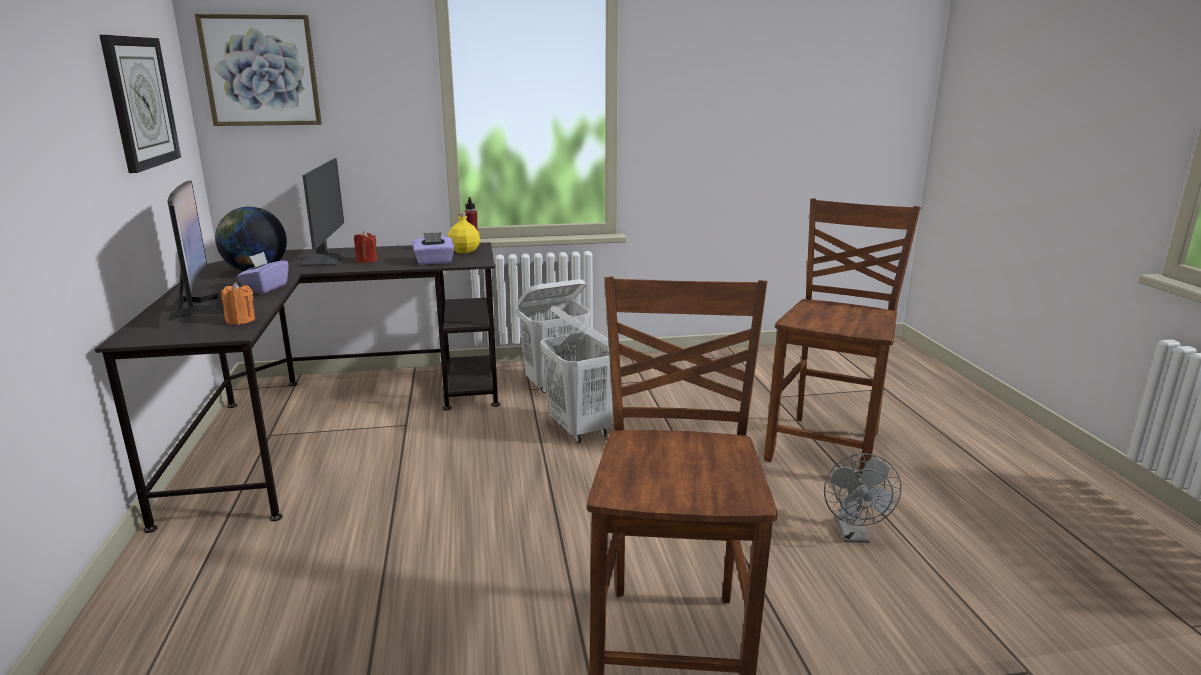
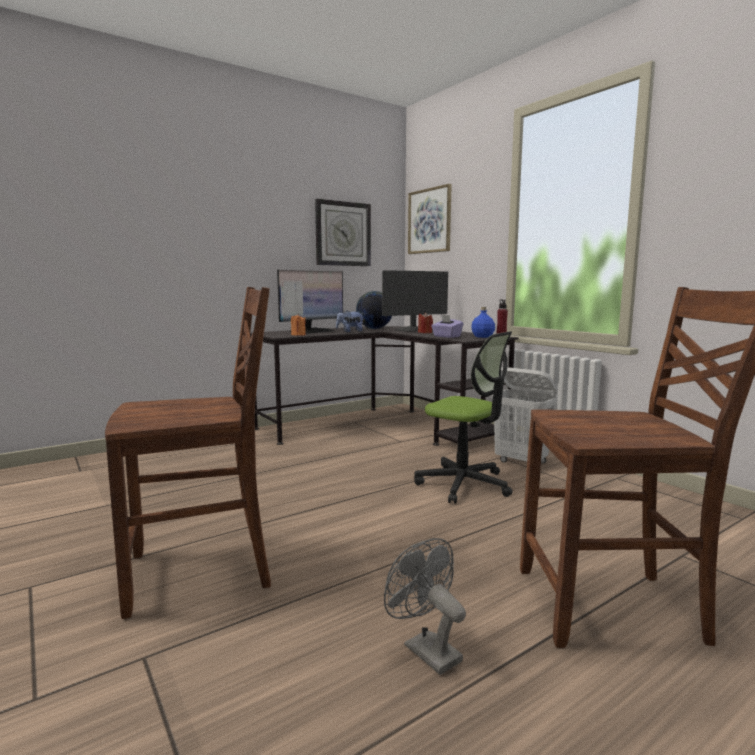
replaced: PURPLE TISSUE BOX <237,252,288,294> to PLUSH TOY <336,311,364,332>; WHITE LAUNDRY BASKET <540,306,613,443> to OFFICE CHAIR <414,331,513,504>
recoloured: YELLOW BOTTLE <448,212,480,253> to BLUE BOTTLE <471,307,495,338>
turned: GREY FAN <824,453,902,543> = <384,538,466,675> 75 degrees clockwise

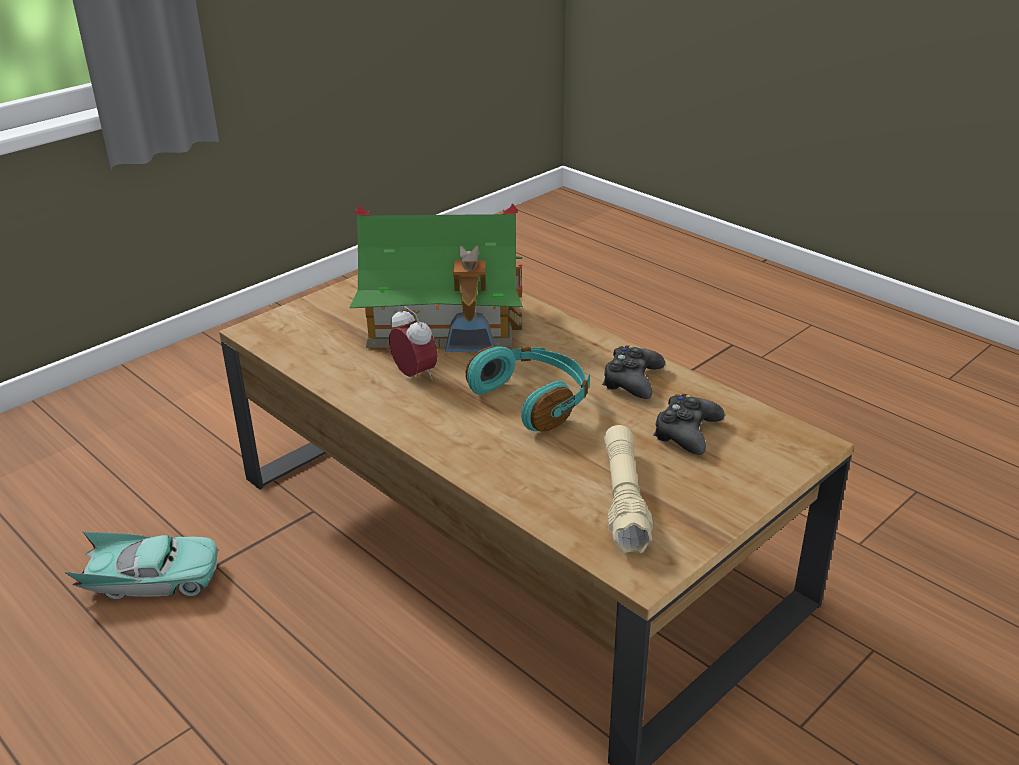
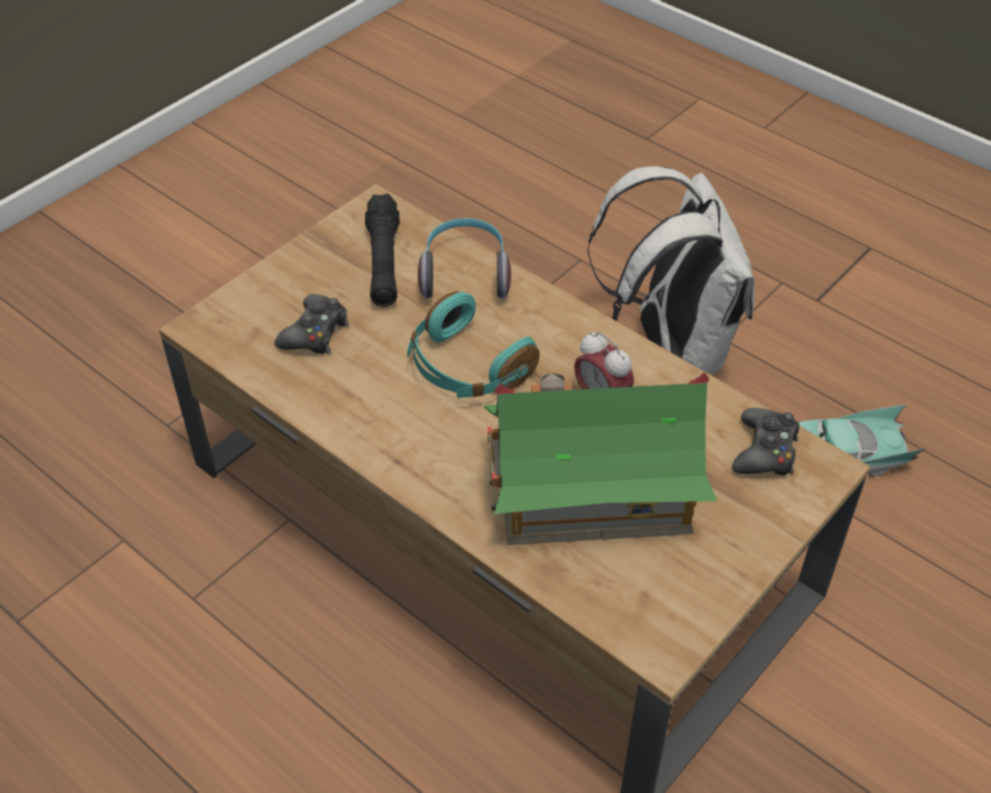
added: HEADPHONES <418,218,511,298>; WHITE BACKPACK <587,166,755,373>
moved: BLACK GAME CONTROLLER <602,345,665,399> to <732,408,799,475>
recoloured: BEIGE FLASHLIGHT <604,425,653,554> to BLACK FLASHLIGHT <365,194,400,307>

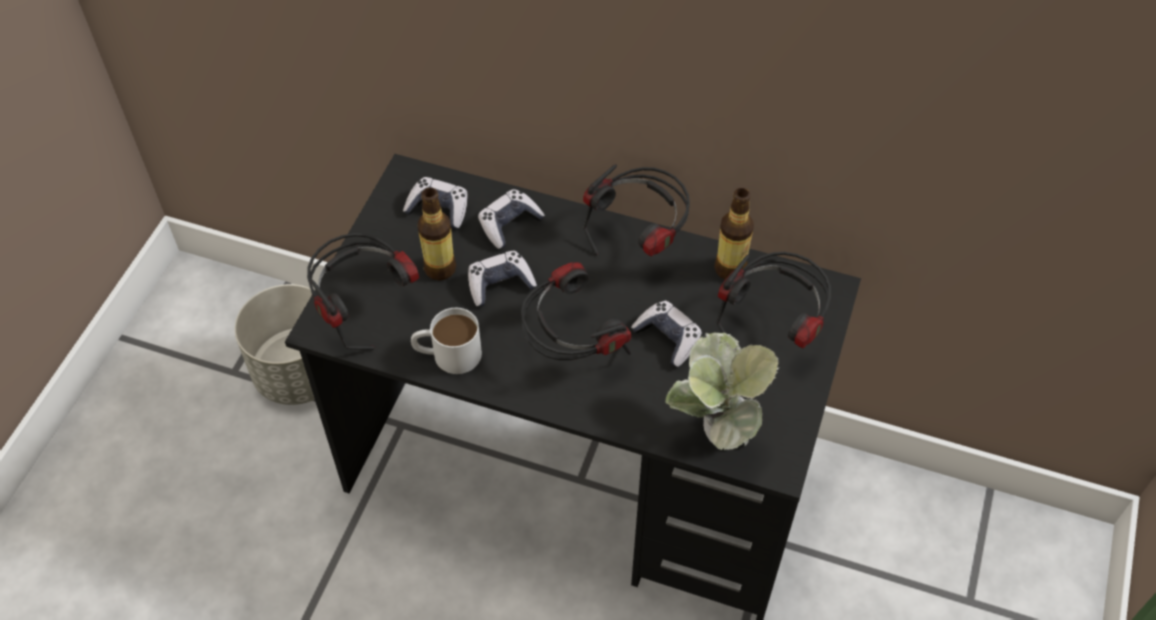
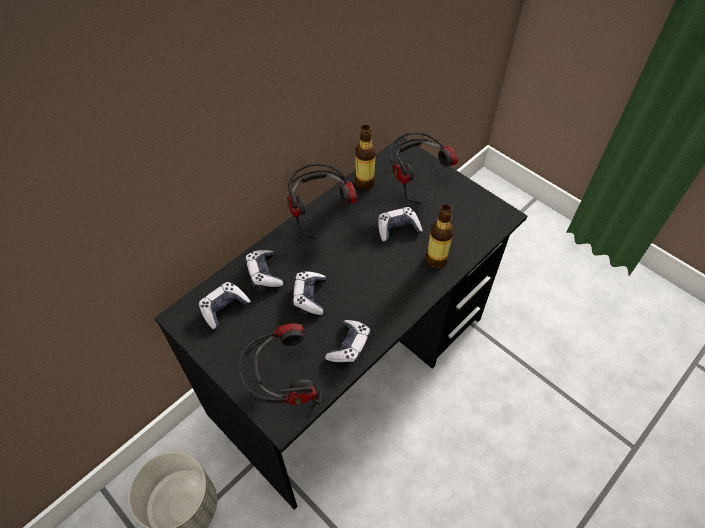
removed: HEADPHONES <521,262,631,360>; POTTED PLANT <665,332,779,450>
moved: BOTTLE <418,188,456,280> to <426,204,454,268>
replaced: WHITE MUG <411,308,482,374> to GAME CONTROLLER <325,320,371,364>

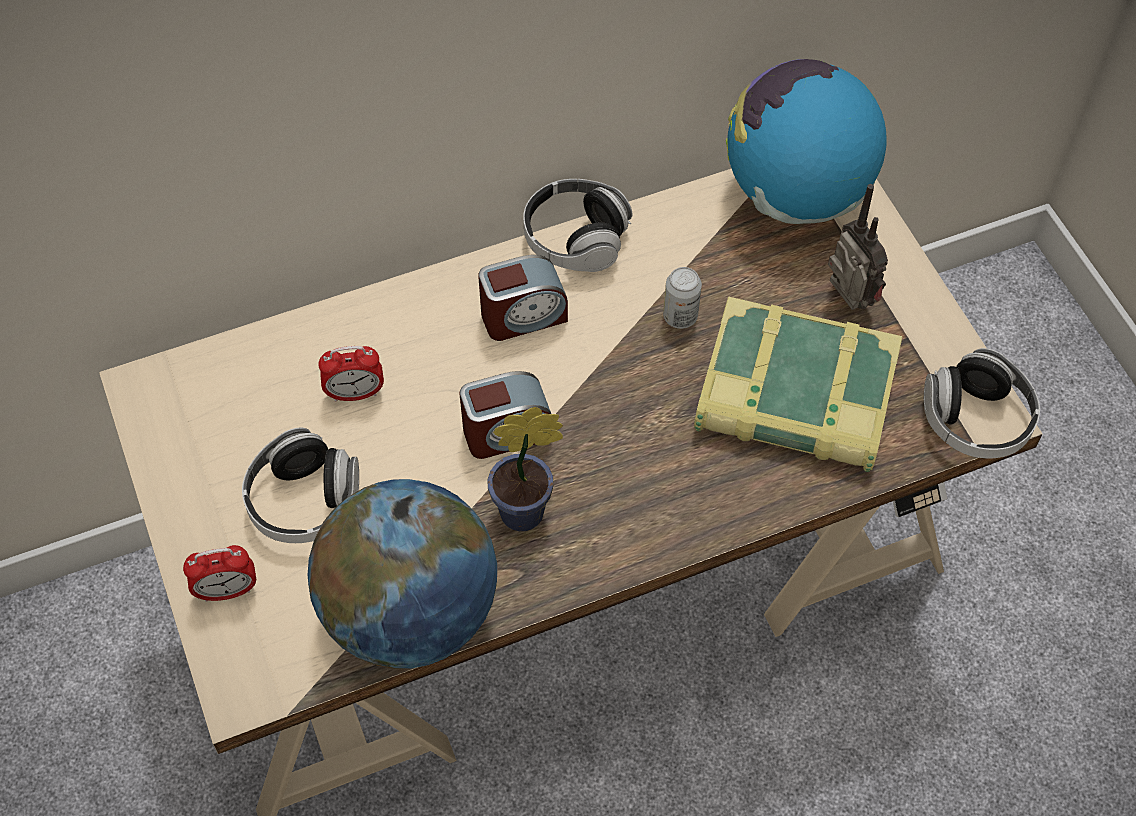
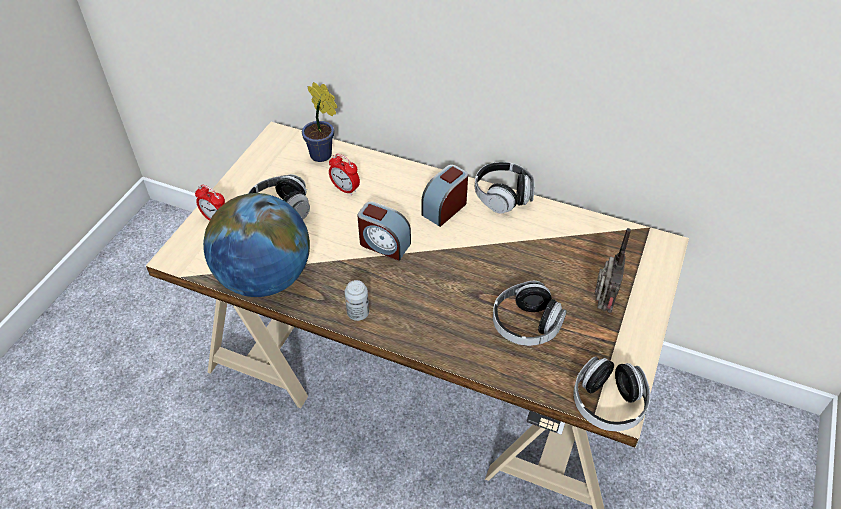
removed: GLOBE <726,59,887,224>
moved: POTTED PLANT <487,407,563,531> to <302,82,338,162>; CAN <663,267,702,329> to <345,280,369,321>
replaced: BOOK <694,296,903,472> to HEADPHONES <493,281,567,346>
turned: ALARM CLOCK <478,255,568,341> = <421,165,468,227> 105 degrees clockwise

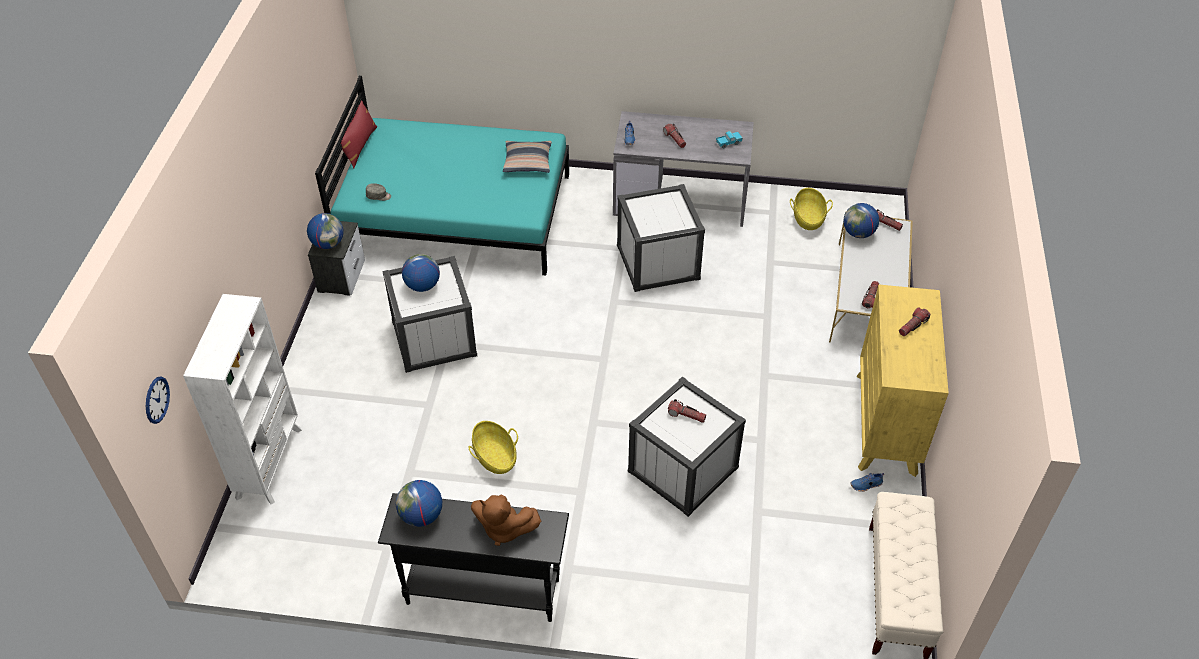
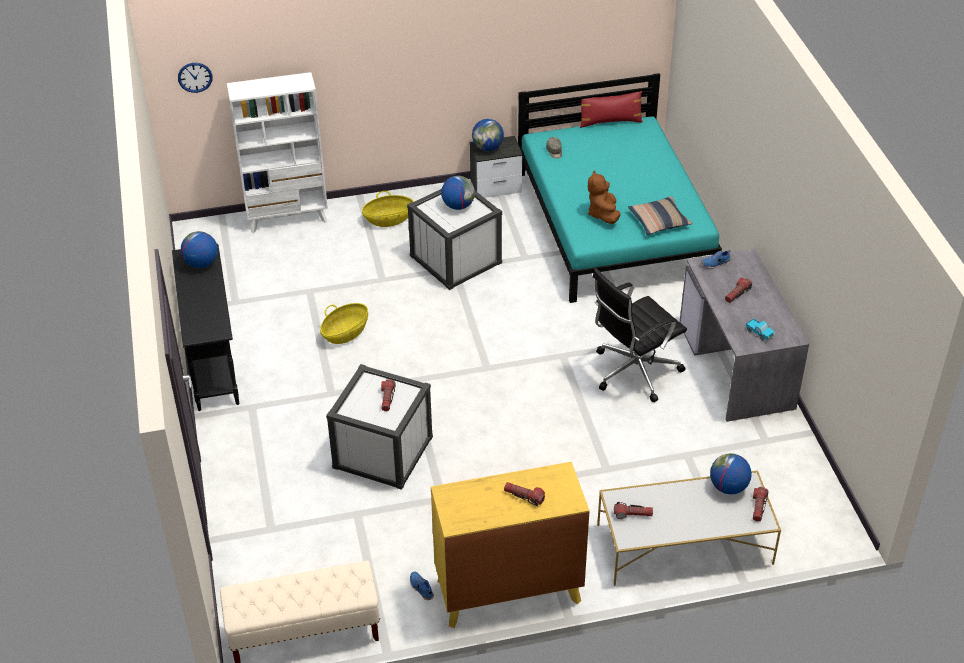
moved: BROWN PLUSH TOY <471,495,541,546> to <588,170,621,224>; BASKET <790,188,833,230> to <362,191,414,227>
replaced: WHITE STORAGE BOX <617,184,705,292> to BLACK OFFICE CHAIR <593,268,687,402>

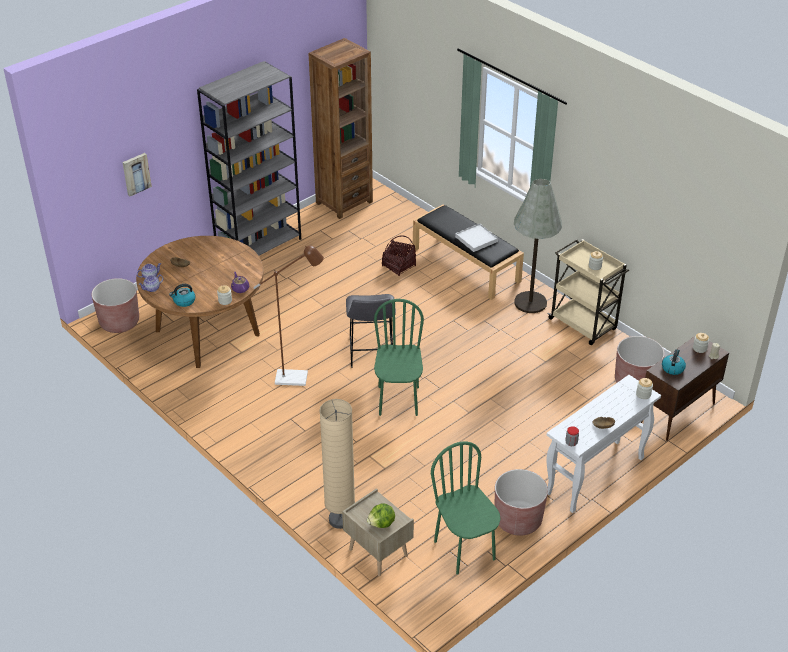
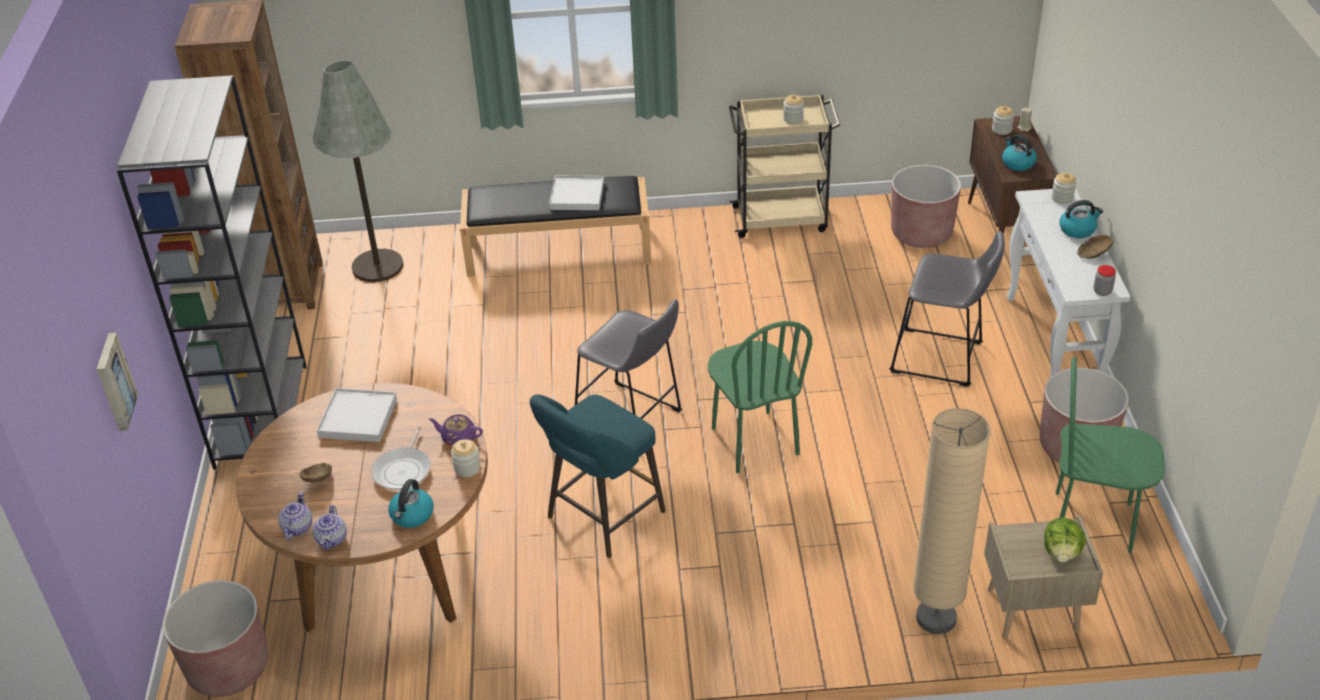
removed: BASKET <382,236,416,276>
added: WHITE TRAY <317,388,397,442>; FRYING PAN <371,426,430,490>; GREY STOOL <889,231,1005,387>; KETTLE <1059,200,1103,238>
moved: GREY FLOOR LAMP <514,179,562,313> to <312,60,403,282>
replaced: BROWN FLOOR LAMP <253,245,324,386> to TURQUOISE STOOL <530,394,666,558>
turned: GREEN CHAIR <374,299,424,416> = <708,321,812,473> 150 degrees counterclockwise

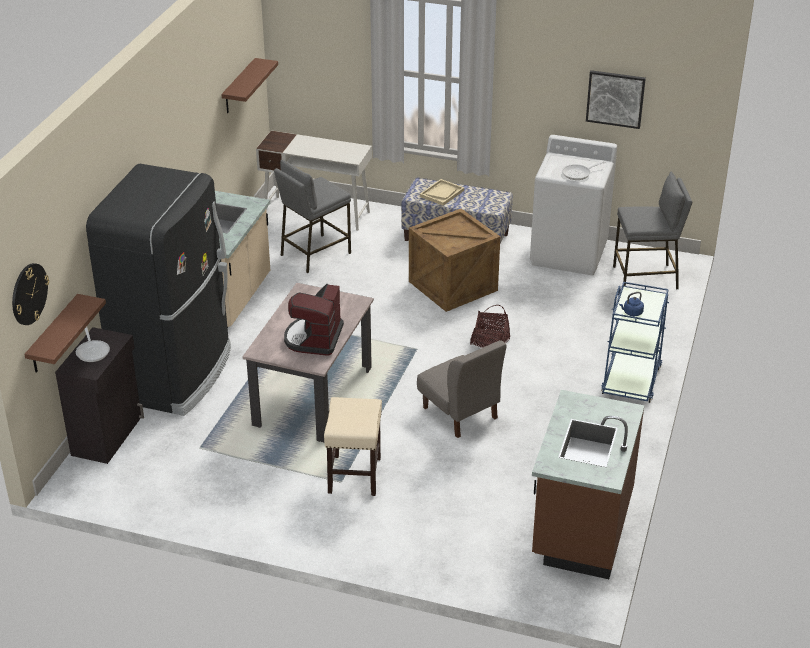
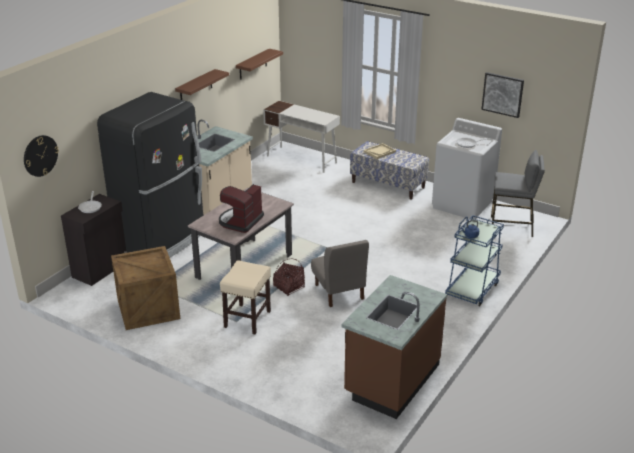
removed: GREY STOOL <274,160,351,273>
moved: BROWN SHELF <24,294,106,373> to <175,69,229,100>; CRATE <409,209,500,312> to <111,246,180,330>; BASKET <470,305,510,348> to <273,259,305,296>

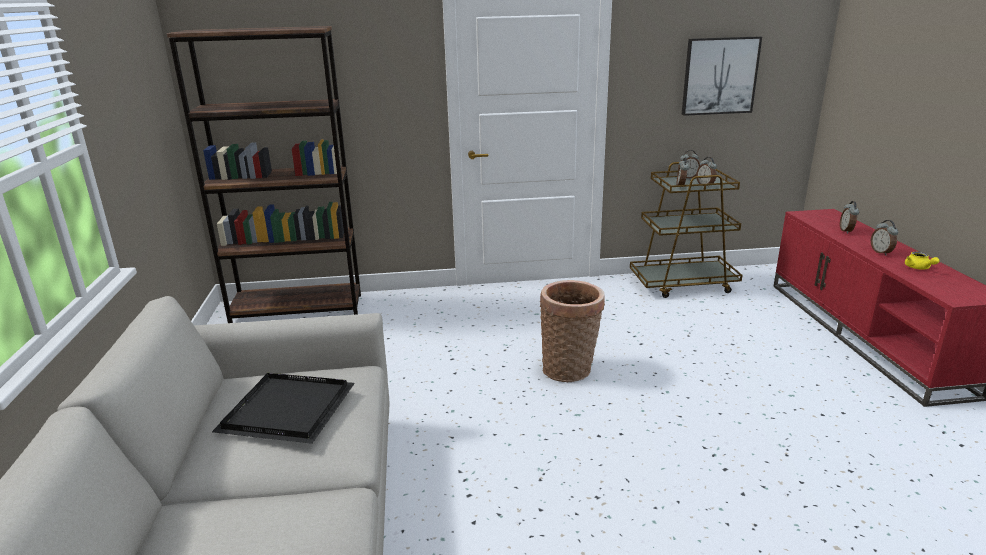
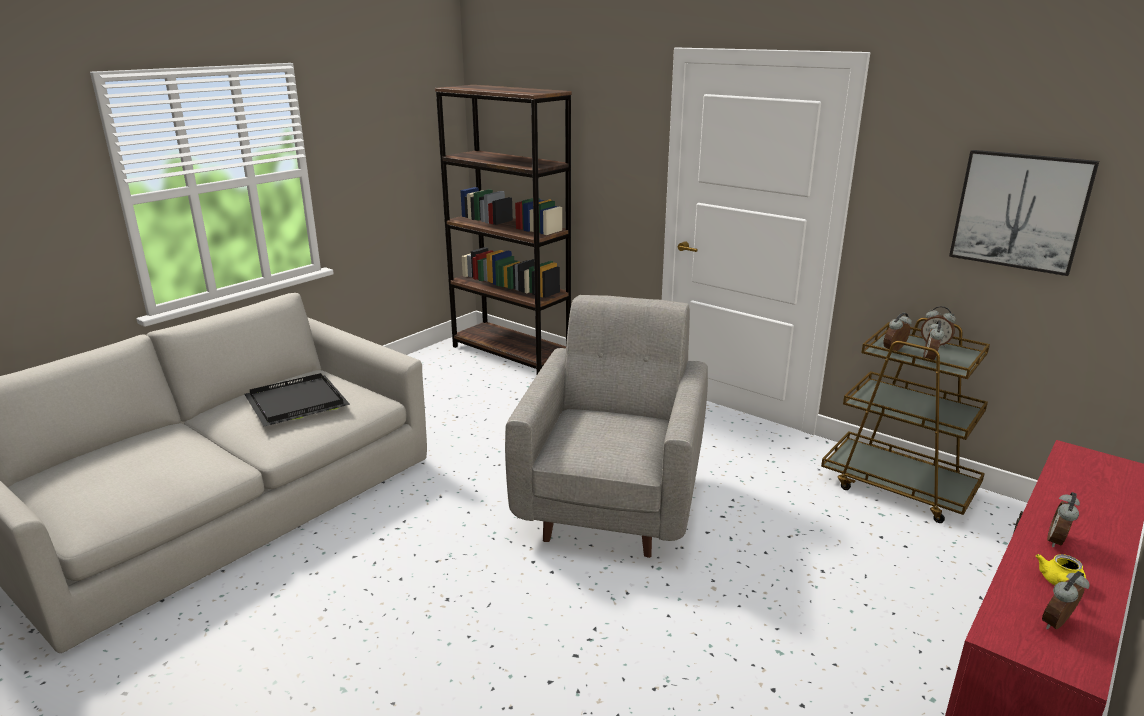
moved: ALARM CLOCK <840,201,859,234> to <1042,571,1090,629>
replaced: BASKET <540,280,605,382> to GREY ARMCHAIR <505,295,708,558>

